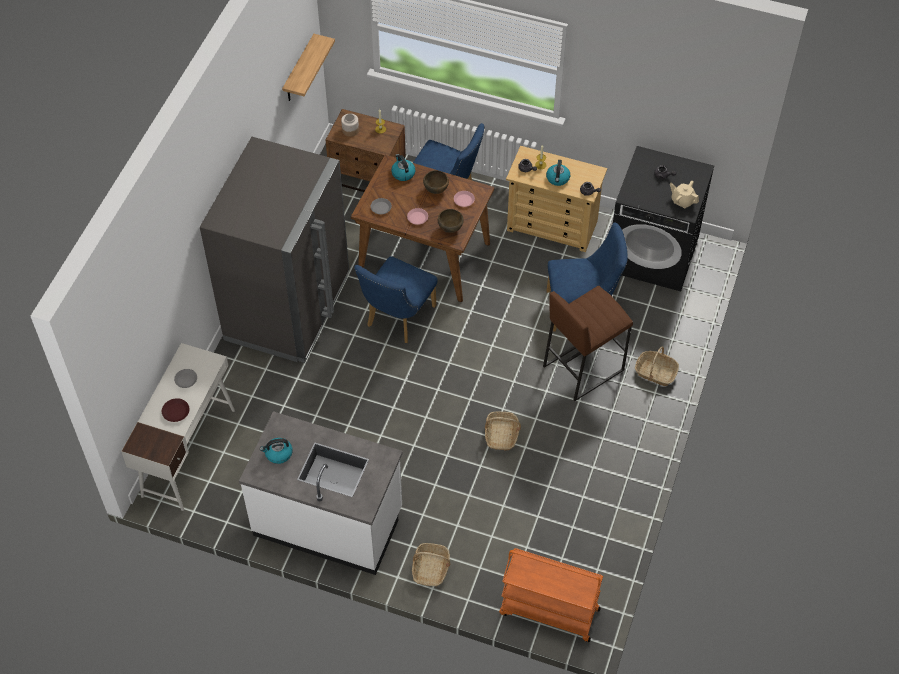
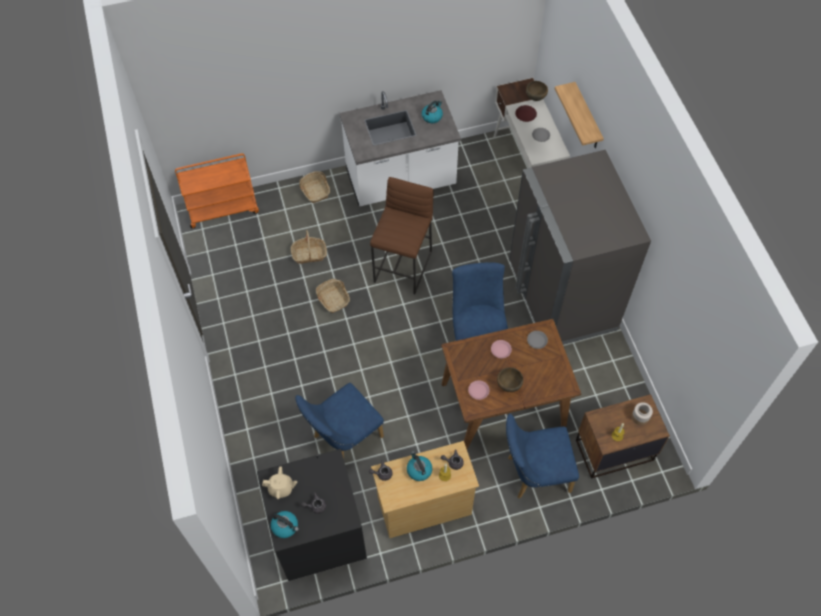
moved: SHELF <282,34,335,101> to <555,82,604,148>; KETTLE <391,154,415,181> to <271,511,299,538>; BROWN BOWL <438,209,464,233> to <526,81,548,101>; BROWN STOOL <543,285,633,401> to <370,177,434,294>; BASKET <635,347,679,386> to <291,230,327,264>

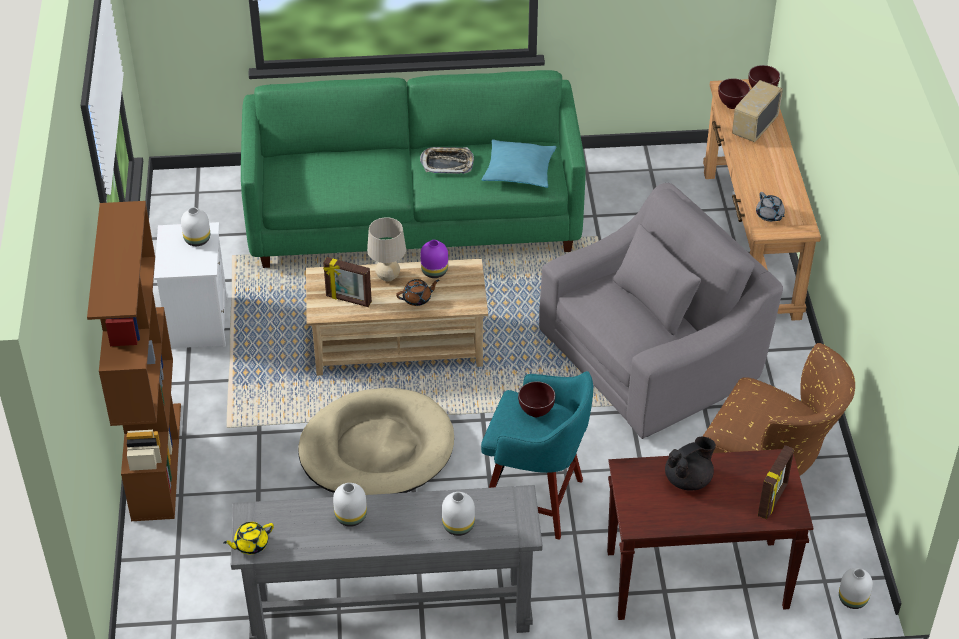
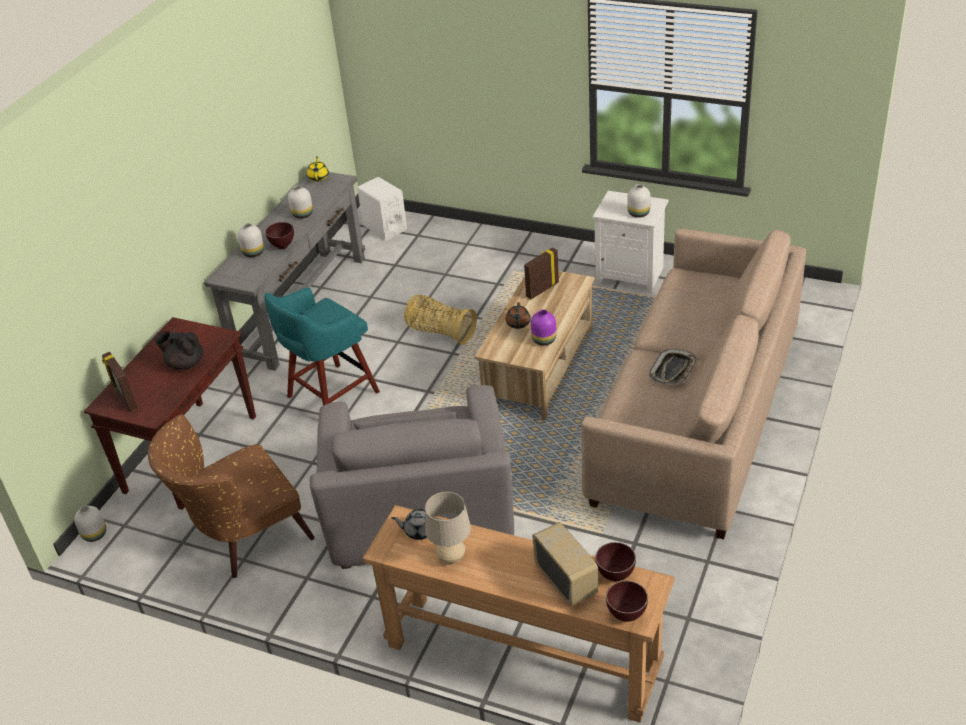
removed: BROWN BOOKCASE <87,201,181,521>; TURQUOISE PILLOW <482,139,556,188>
added: WHITE SPEAKER <357,177,407,240>
moved: BEIGE TABLE LAMP <367,217,406,282> to <425,492,471,564>; BROWN BOWL <518,381,555,417> to <265,222,294,249>
replaced: BEIGE DOG BED <298,388,454,495> to BASKET <404,295,477,345>
recoloured: GREEN SOFA <241,70,586,268> to BEIGE SOFA <581,229,806,539>
turned: BLACK TEAPOT <665,436,716,490> = <155,331,203,370> 105 degrees clockwise

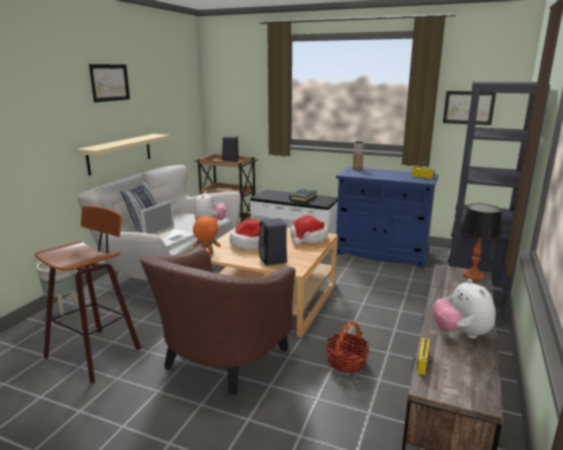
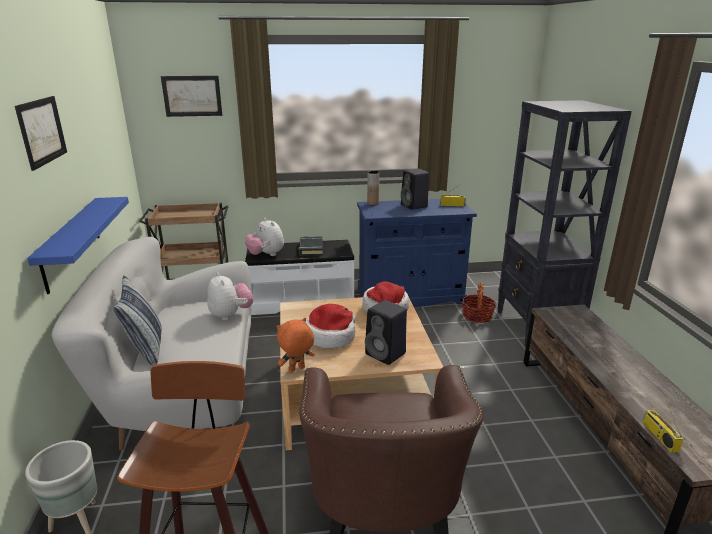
removed: LAPTOP <141,200,195,247>; TABLE LAMP <460,204,501,281>
moved: BLACK SPEAKER <222,136,239,162> to <401,169,429,210>; BASKET <326,321,369,373> to <462,283,496,323>; PLUSH TOY <433,279,496,339> to <246,218,284,256>; PICTURE <443,91,496,125> to <161,76,222,117>
recoloured: BEIGE SHELF <77,134,170,176> to BLUE SHELF <27,197,129,294>

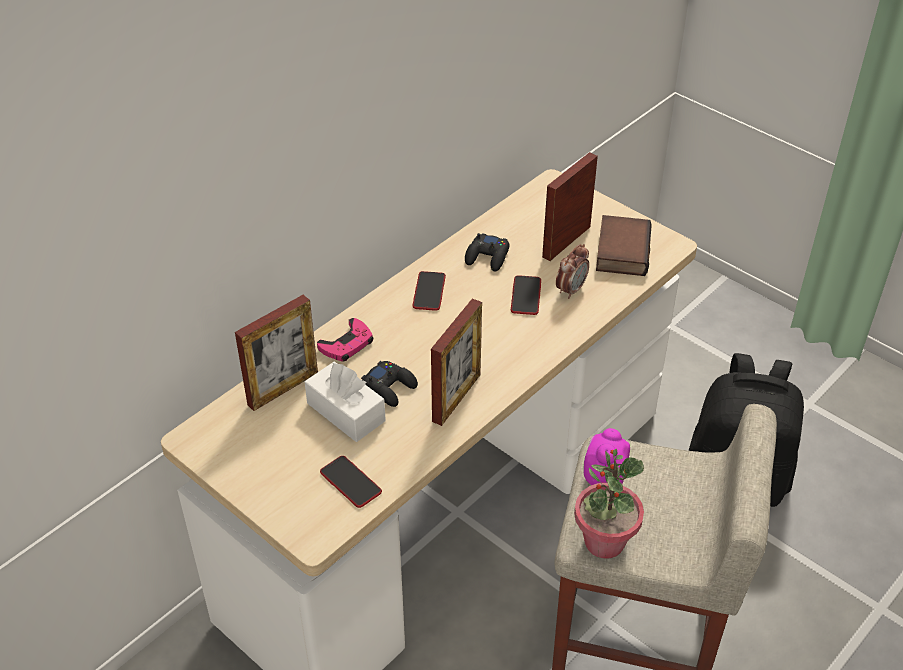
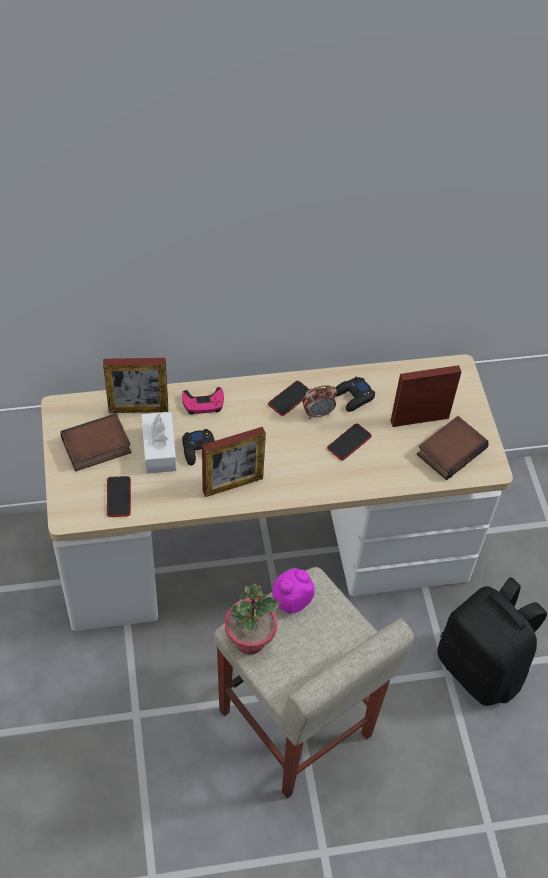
added: BOOK <61,413,131,471>
moved: ALARM CLOCK <556,244,589,299> to <303,385,337,419>

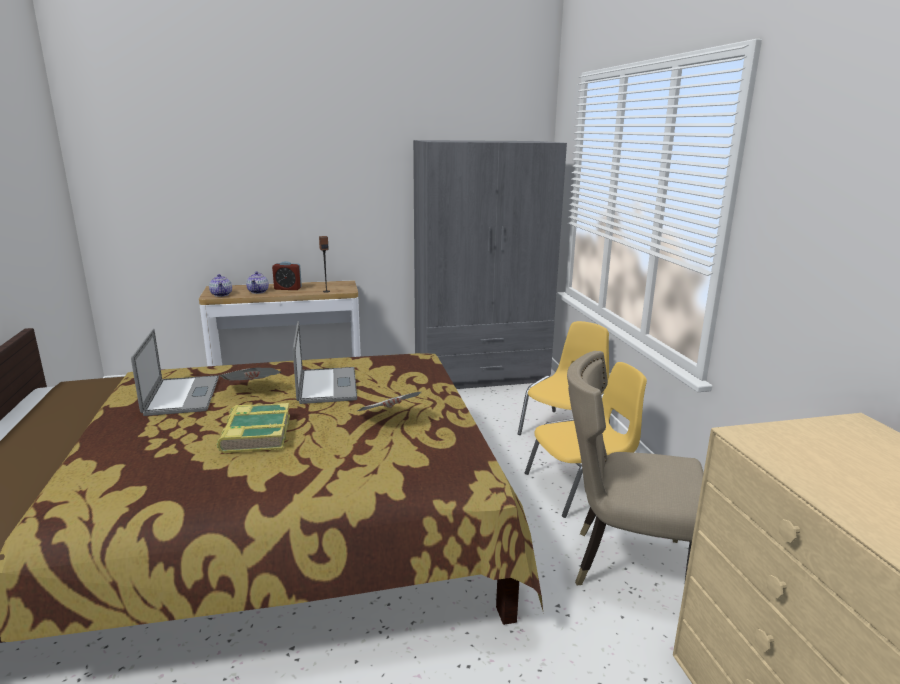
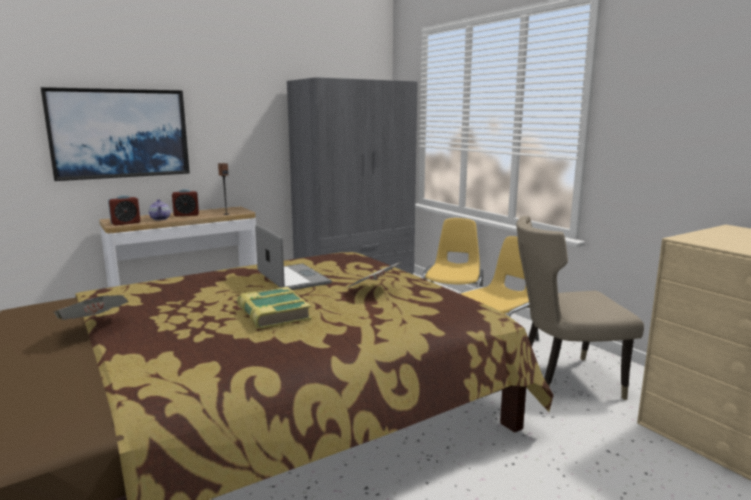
removed: LAPTOP <131,329,219,416>
added: PICTURE <41,87,190,181>
moved: NEWSPAPER <218,368,281,381> to <54,295,129,320>
replaced: TEAPOT <209,274,232,297> to ALARM CLOCK <108,195,140,225>

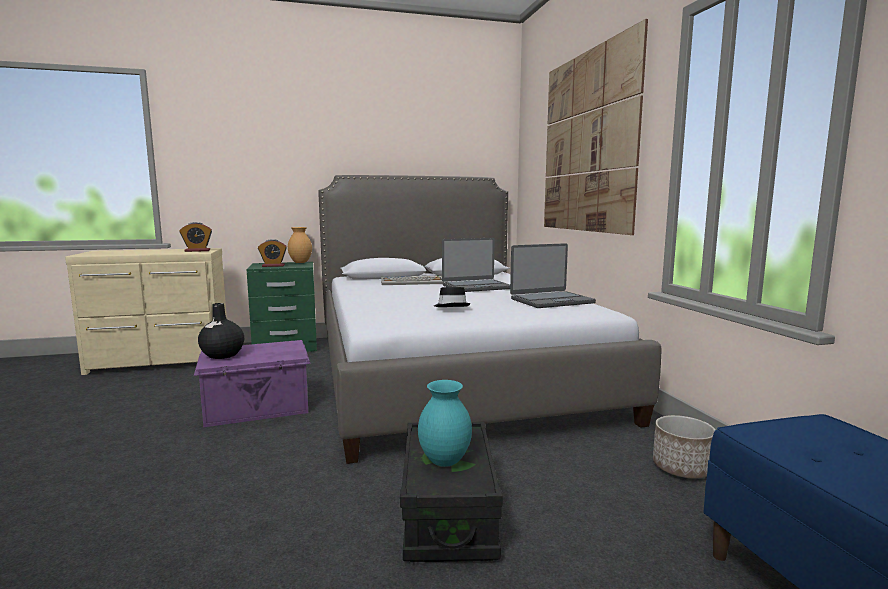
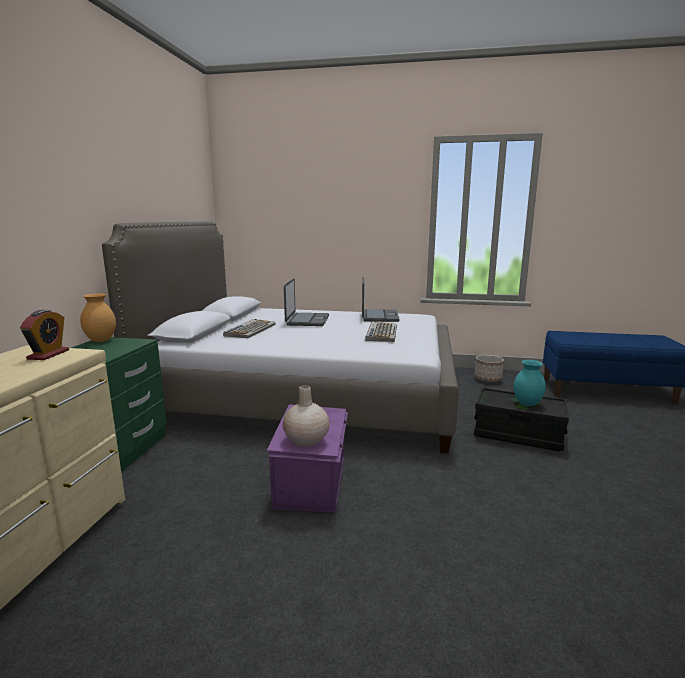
removed: ALARM CLOCK <258,239,287,267>; PICTURE <544,19,648,235>
replaced: BLACK HAT <434,287,471,307> to KEYBOARD <365,322,397,342>
recoloured: BLACK VASE <198,303,244,359> to BEIGE VASE <283,385,330,447>

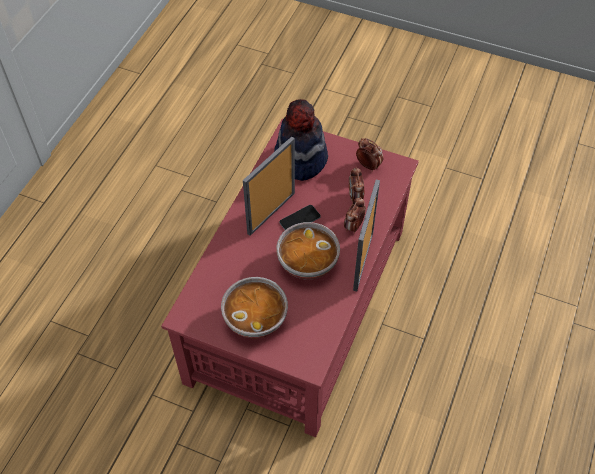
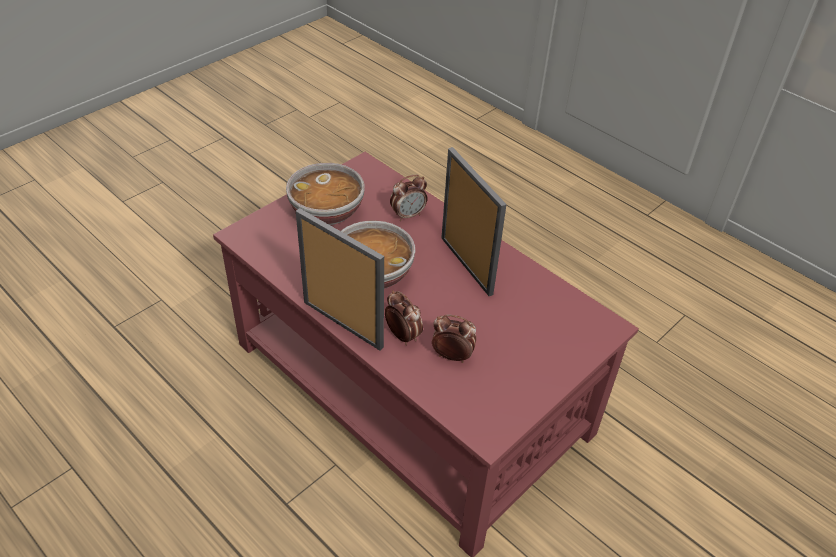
removed: HAT <274,99,328,181>; PHONE <279,205,321,230>
moved: ALARM CLOCK <356,138,383,172> to <390,175,427,221>

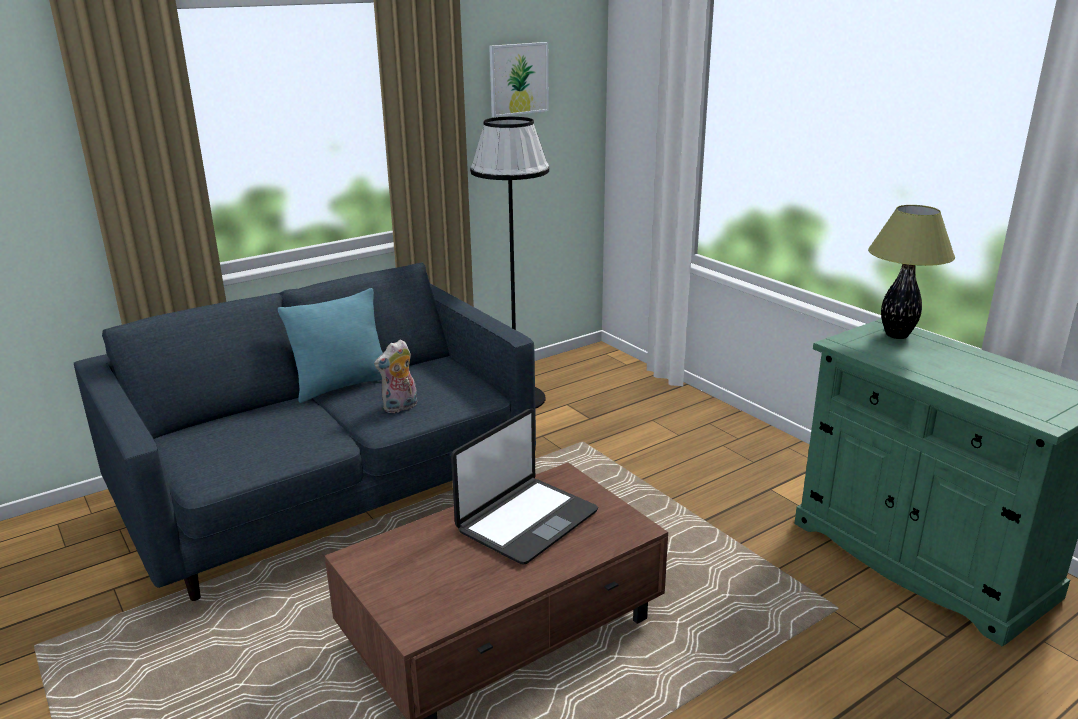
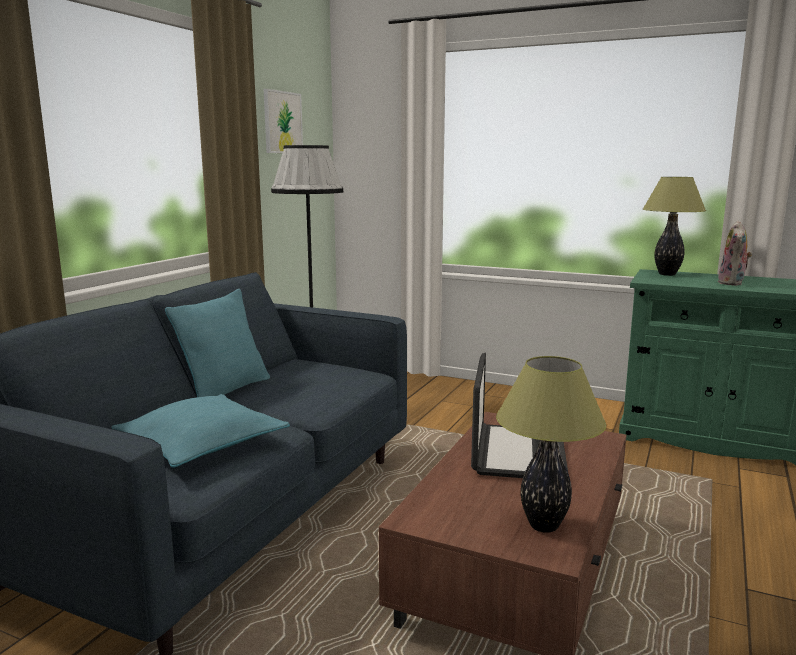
added: TURQUOISE PILLOW <111,394,290,468>; TABLE LAMP <496,356,606,533>
moved: PLUSH TOY <374,339,417,413> to <718,221,752,286>

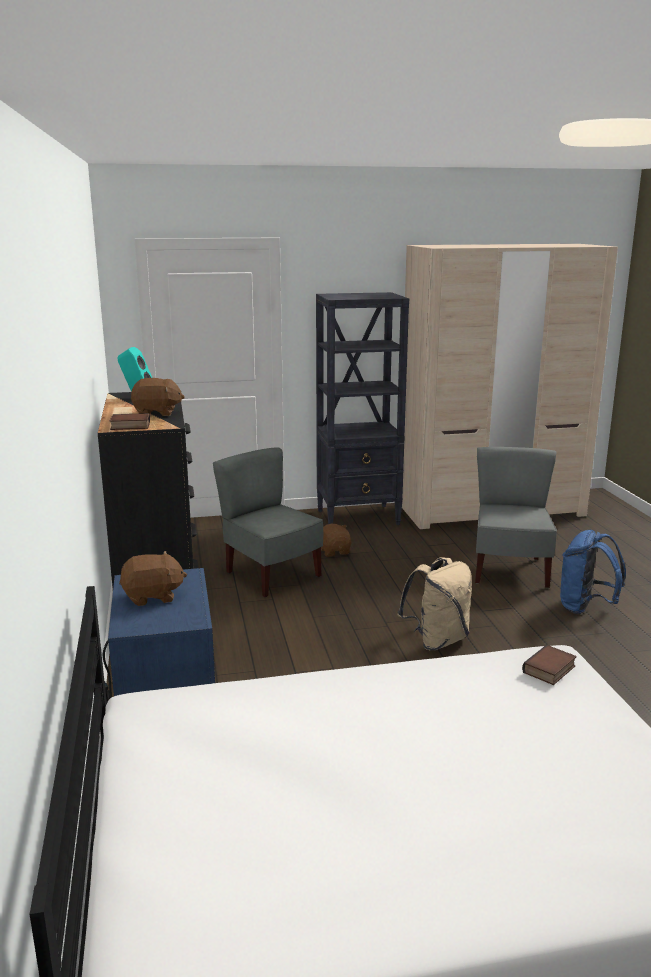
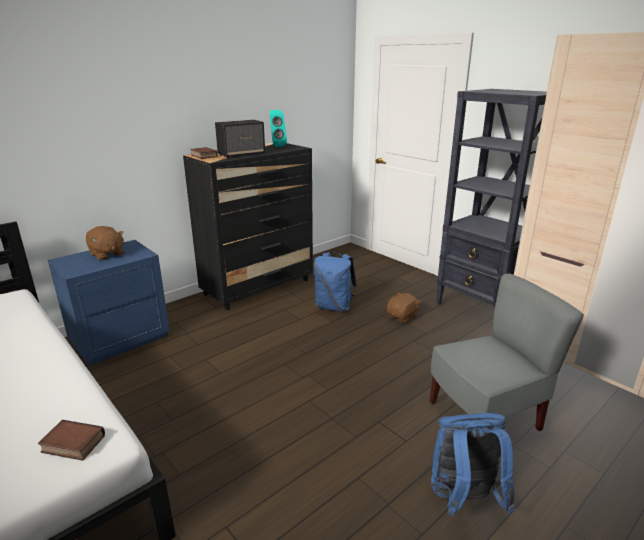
removed: BEIGE BACKPACK <398,557,472,650>
replaced: BROWN PLUSH TOY <131,378,185,416> to SPEAKER <215,120,265,158>; GREY CHAIR <213,447,323,597> to BLUE BACKPACK <314,252,357,312>

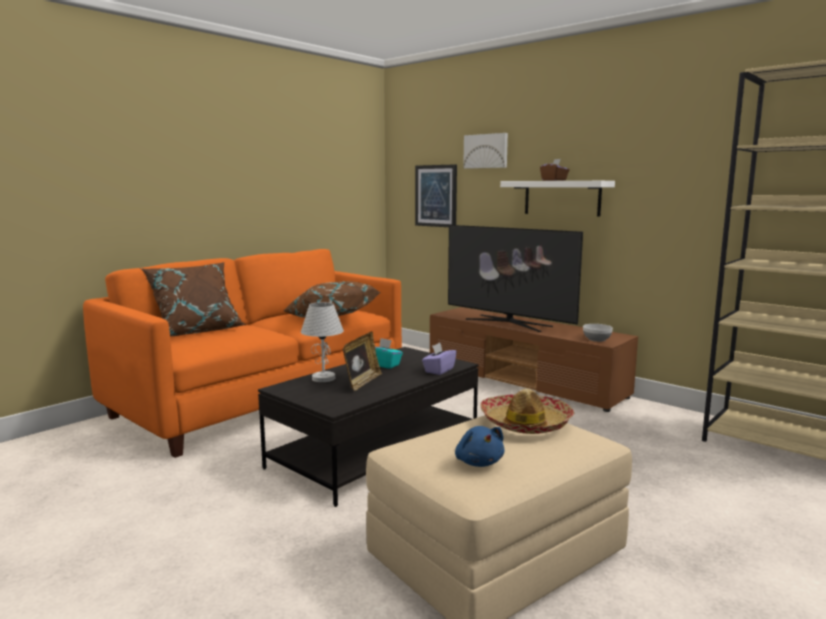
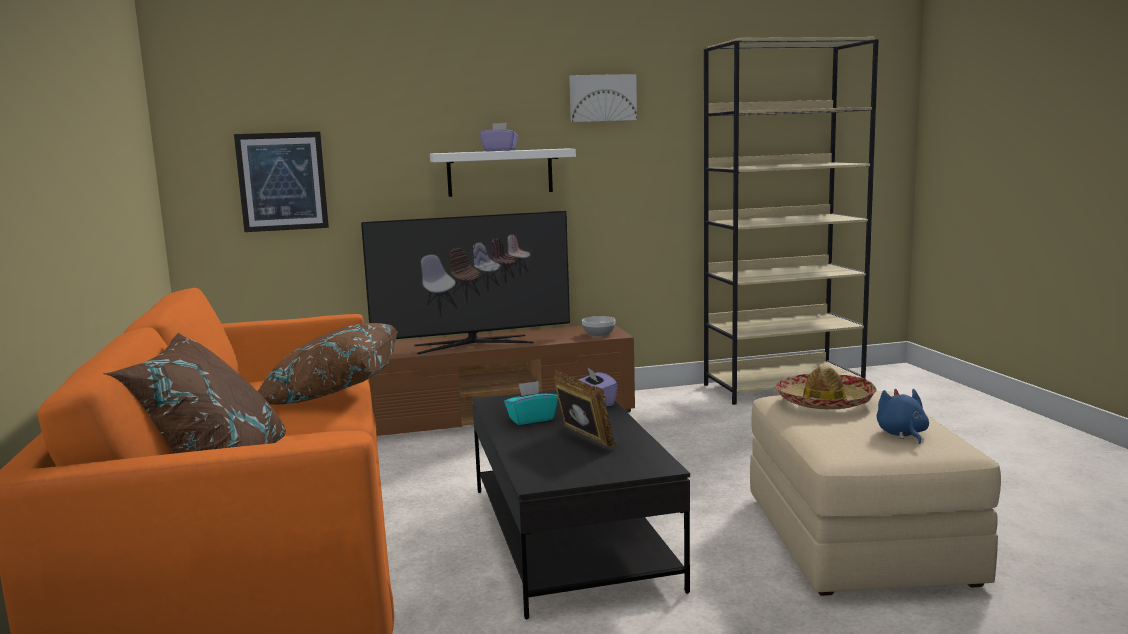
removed: WHITE TABLE LAMP <301,302,344,382>
moved: PICTURE <463,133,508,169> to <569,74,637,122>
recoloured: BROWN TISSUE BOX <540,159,570,181> to PURPLE TISSUE BOX <480,123,518,151>
turned: BLUE PLUSH TOY <455,426,504,467> = <877,389,929,444> 105 degrees counterclockwise

